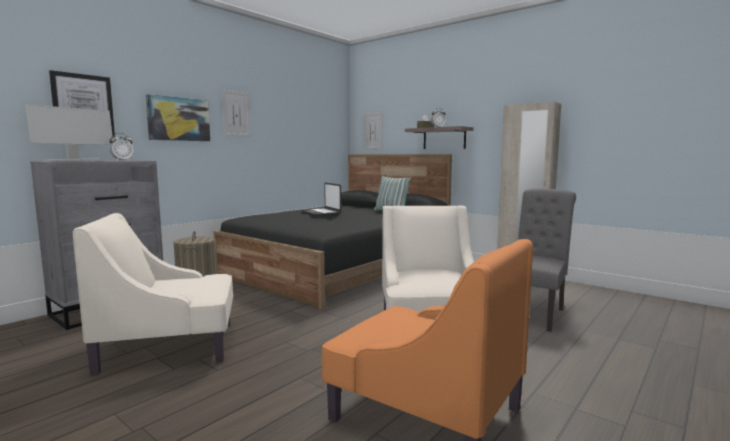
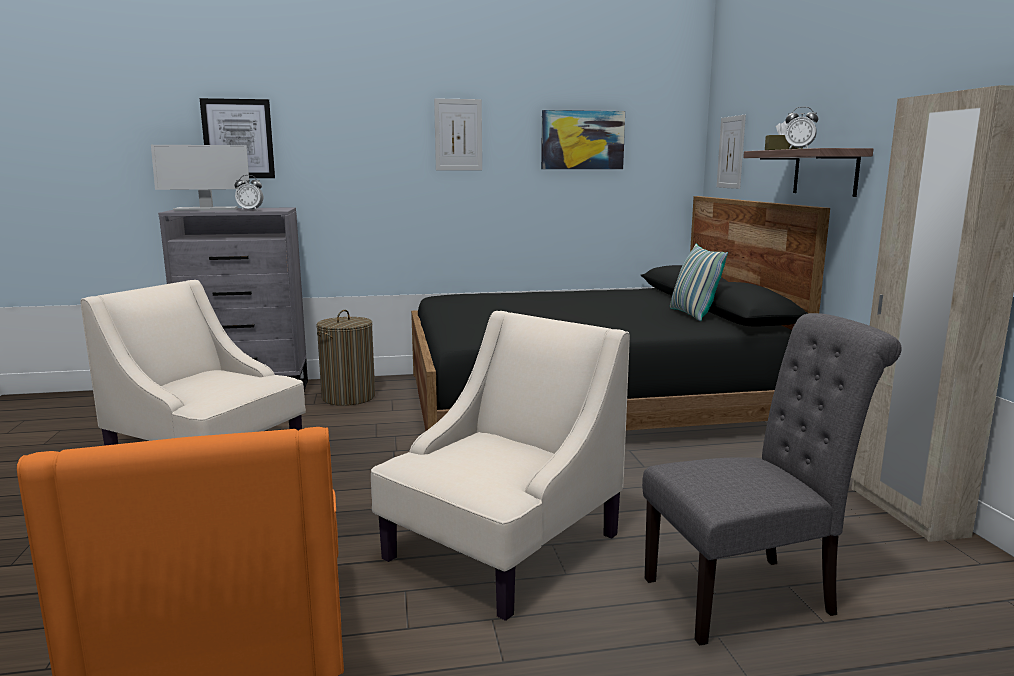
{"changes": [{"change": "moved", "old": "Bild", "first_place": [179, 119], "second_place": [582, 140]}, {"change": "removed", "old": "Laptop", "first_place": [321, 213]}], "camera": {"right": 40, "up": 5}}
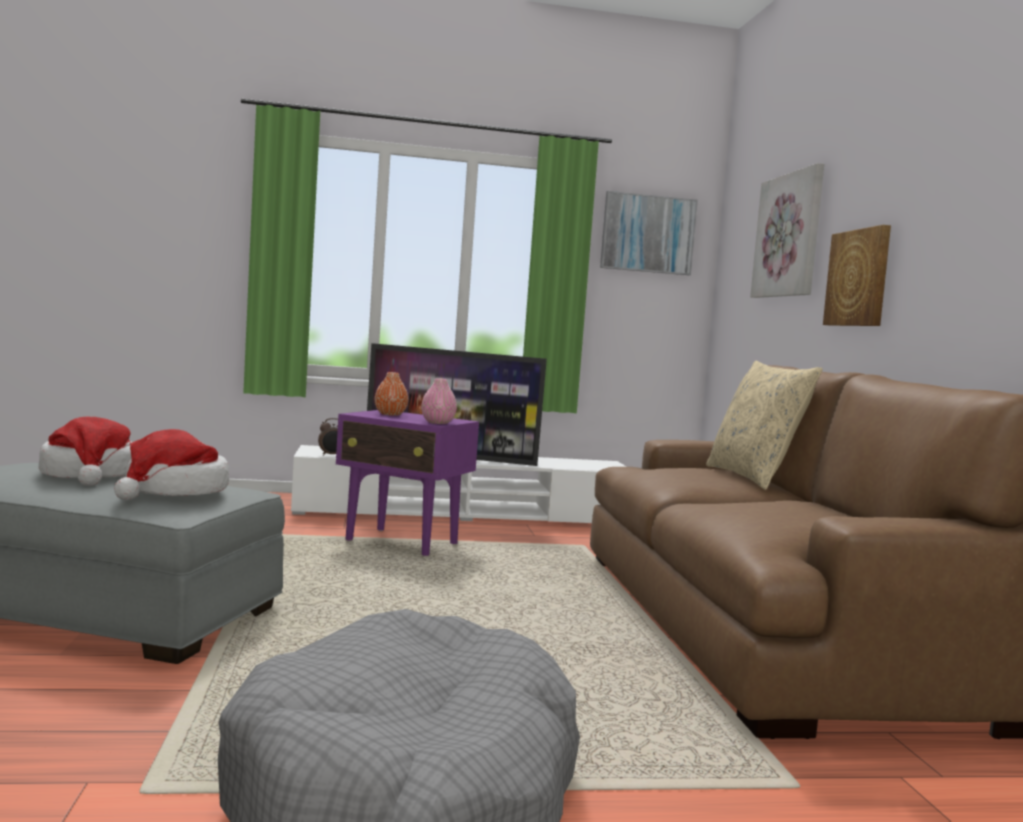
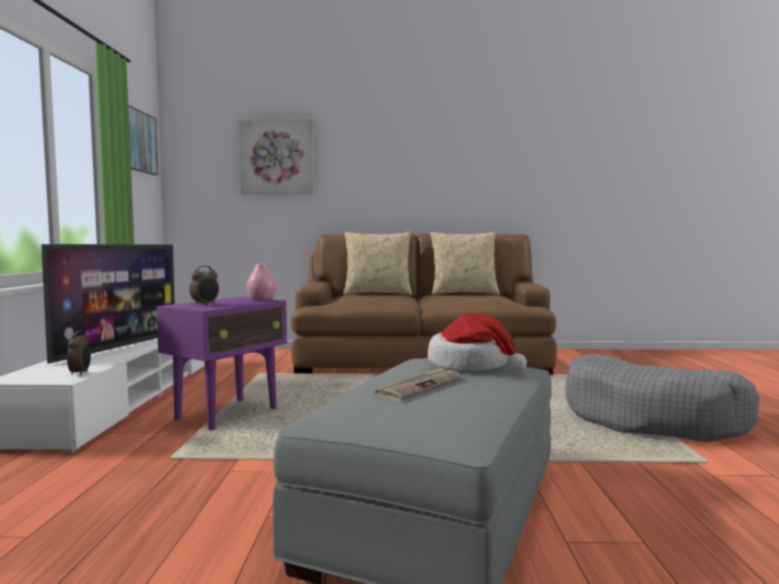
{"changes": [{"change": "removed", "old": "Bild", "first_place": [859, 278]}, {"change": "replaced", "old": "Vase/orange", "new": "Wecker", "first_place": [390, 414], "second_place": [205, 304]}, {"change": "replaced", "old": "Hut", "new": "Zeitung", "first_place": [90, 475], "second_place": [419, 387]}, {"change": "added", "new": "Kissen/beige", "second_place": [464, 293]}], "camera": {"right": -80, "up": 0}}
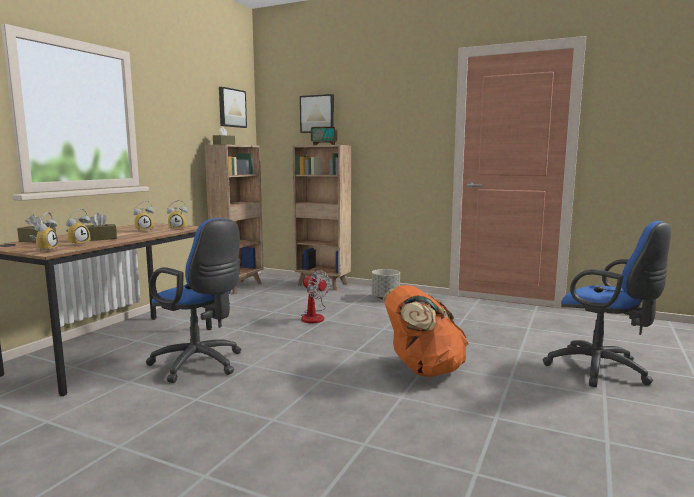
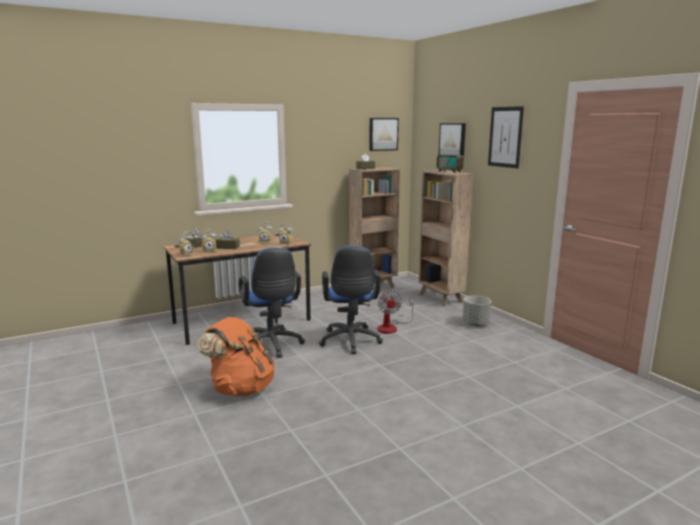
{"changes": [{"change": "moved", "old": "Bürostuhl/blau", "first_place": [602, 371], "second_place": [350, 342]}, {"change": "moved", "old": "Rucksack/orange", "first_place": [423, 370], "second_place": [240, 388]}, {"change": "added", "new": "Bild", "second_place": [505, 137]}], "camera": {"right": 35, "up": 5}}
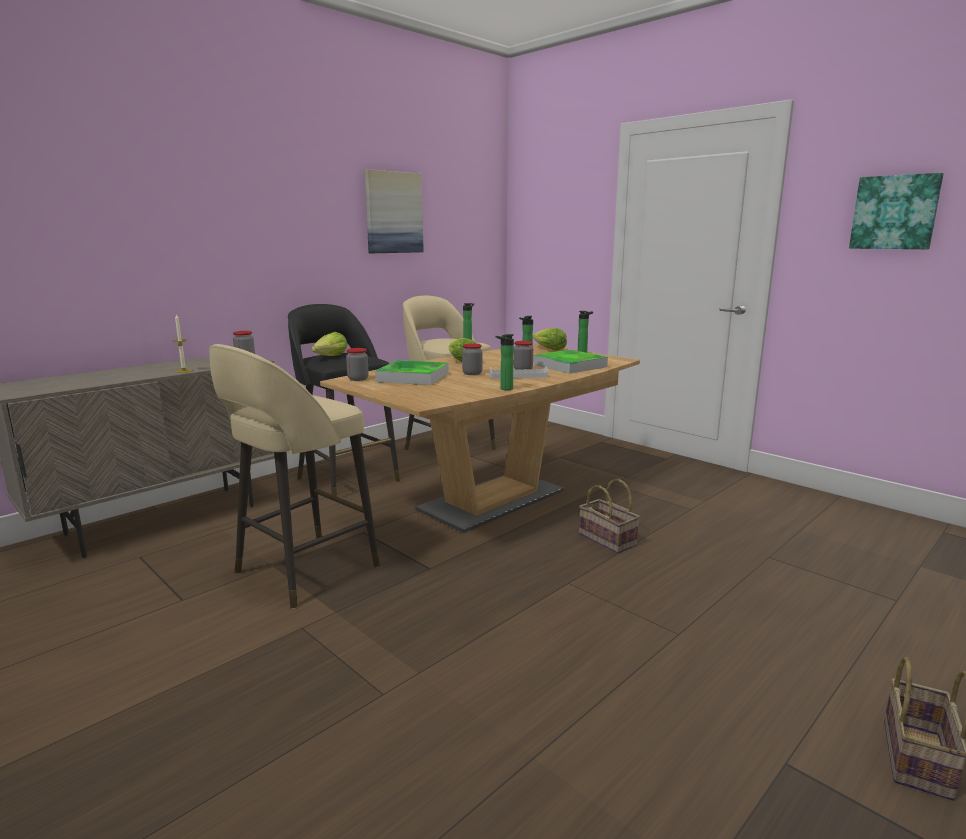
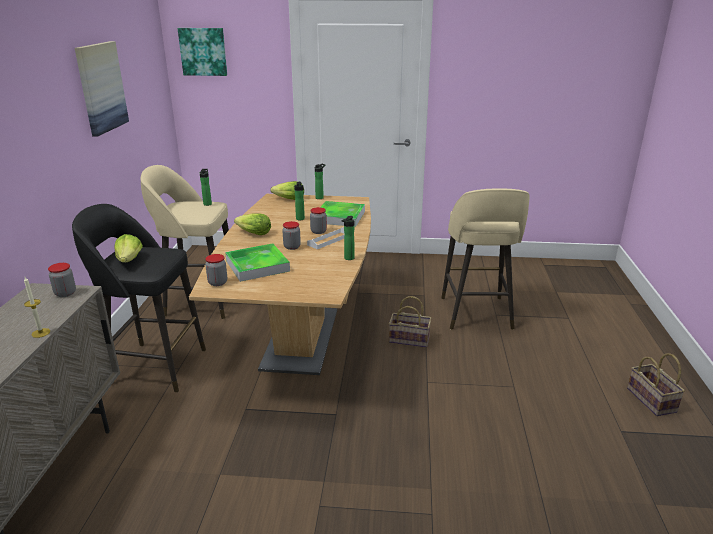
{"changes": [{"change": "moved", "old": "Bild", "first_place": [895, 212], "second_place": [203, 51]}, {"change": "moved", "old": "Hocker/beige", "first_place": [303, 571], "second_place": [476, 314]}], "camera": {"right": -40, "up": 10}}
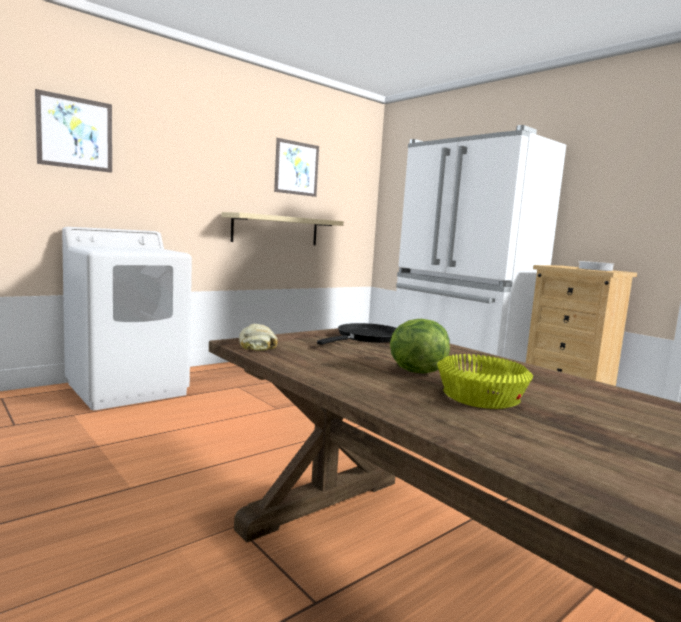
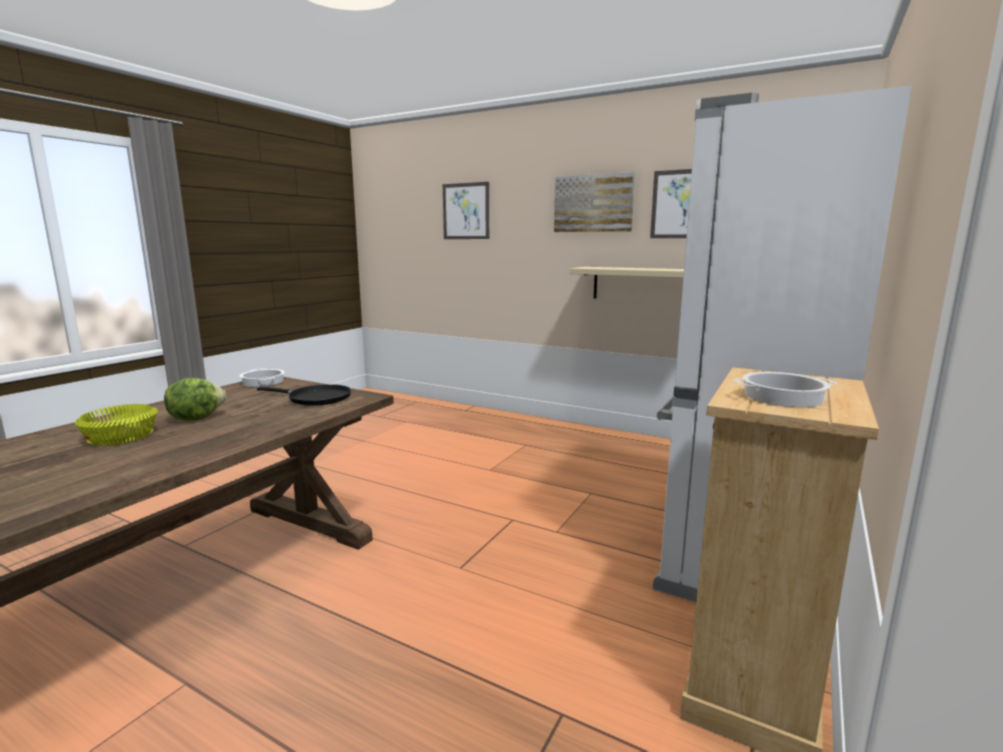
{"changes": [{"change": "removed", "old": "Waschmaschine/weiß", "first_place": [128, 389]}, {"change": "replaced", "old": "Brot", "new": "Kochtopf", "first_place": [257, 344], "second_place": [263, 382]}, {"change": "added", "new": "Bild", "second_place": [593, 203]}], "camera": {"right": 70, "up": 5}}
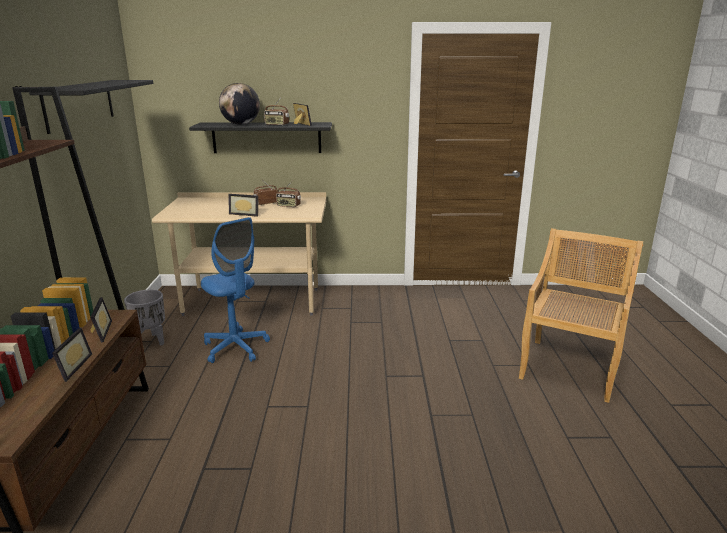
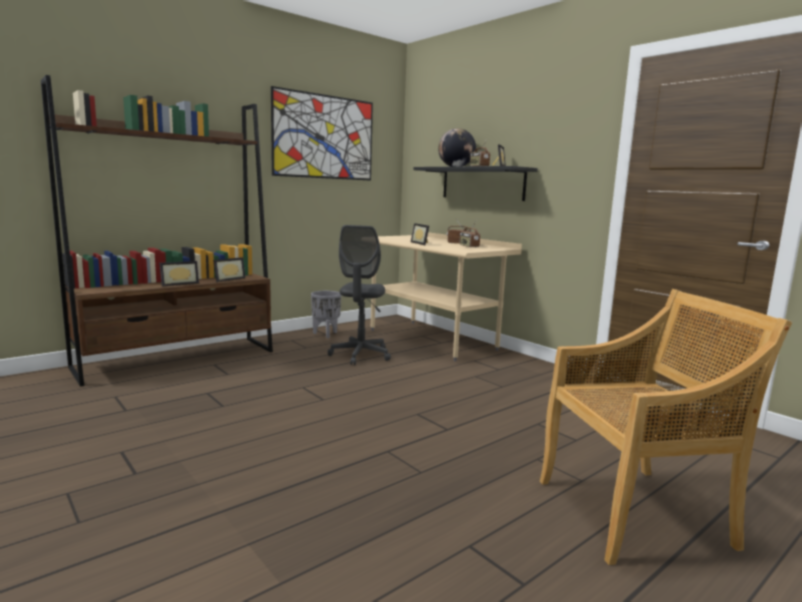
{"changes": [{"change": "replaced", "old": "Wandregal/schwarz", "new": "Bild", "first_place": [80, 104], "second_place": [324, 137]}, {"change": "recoloured", "old": "Bürostuhl/blau", "new": "Bürostuhl/grau", "first_place": [236, 347], "second_place": [360, 355]}], "camera": {"right": 50, "up": -10}}
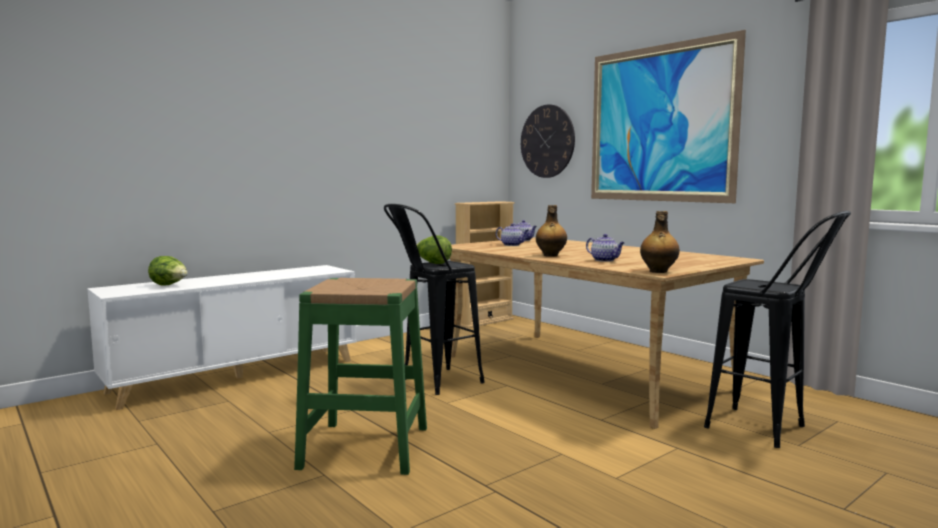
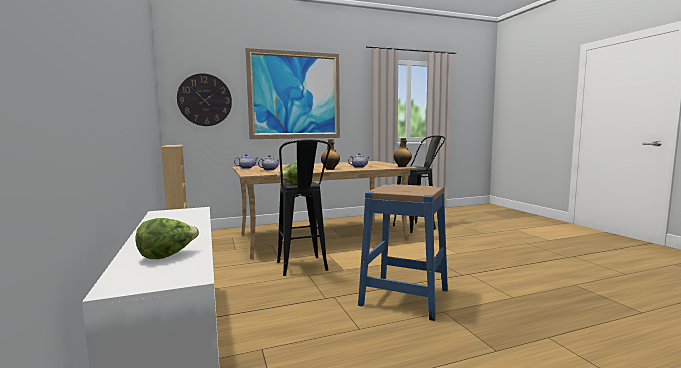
{"changes": [{"change": "recoloured", "old": "Hocker/grün", "new": "Hocker/blau", "first_place": [366, 447], "second_place": [404, 297]}], "camera": {"right": -70, "up": 0}}
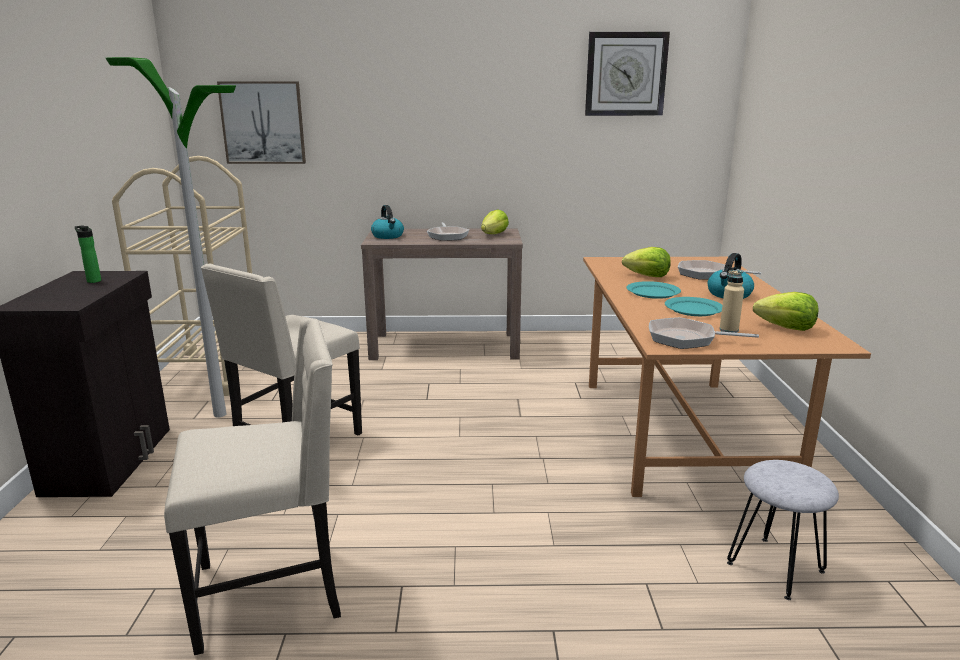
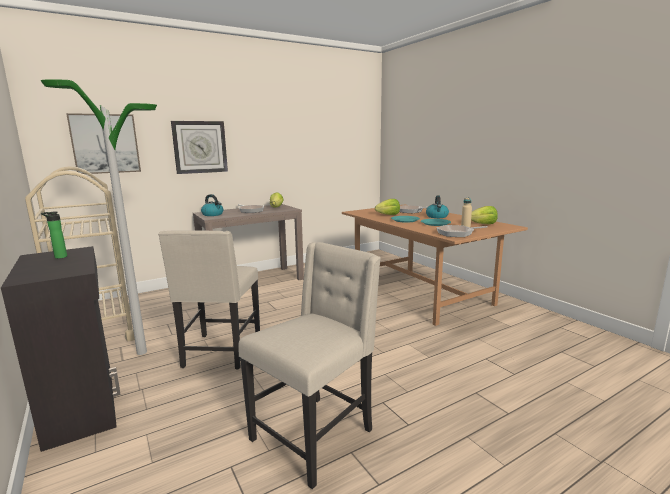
{"changes": [{"change": "moved", "old": "Wanduhr", "first_place": [626, 74], "second_place": [200, 147]}, {"change": "removed", "old": "Hocker/grau", "first_place": [775, 567]}], "camera": {"right": -30, "up": -5}}
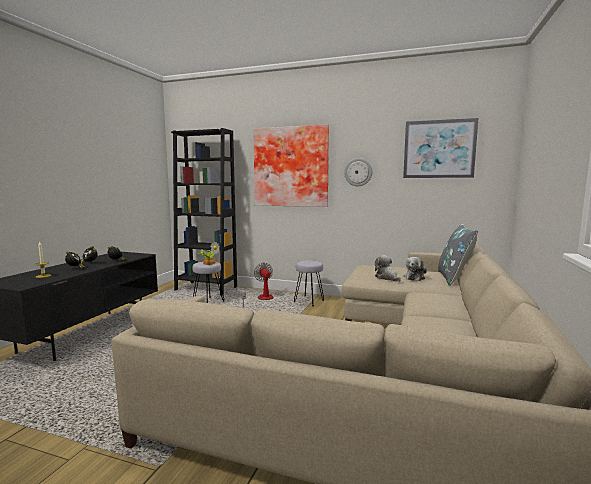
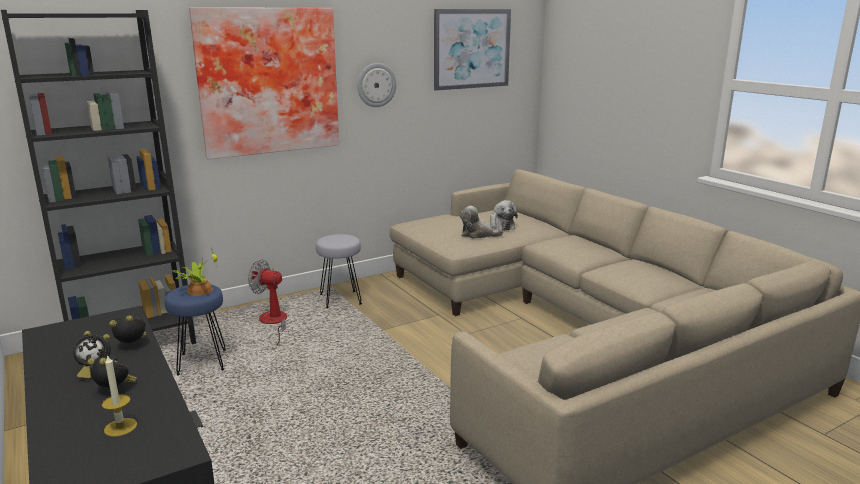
{"changes": [{"change": "removed", "old": "Kissen/grau", "first_place": [454, 278]}, {"change": "recoloured", "old": "Hocker/grau", "new": "Hocker/blau", "first_place": [208, 302], "second_place": [202, 363]}], "camera": {"right": -50, "up": 10}}
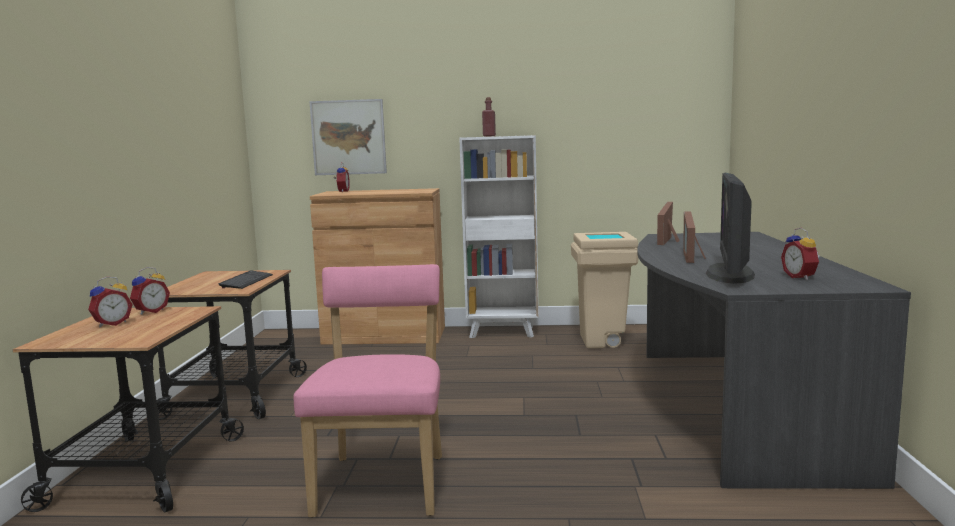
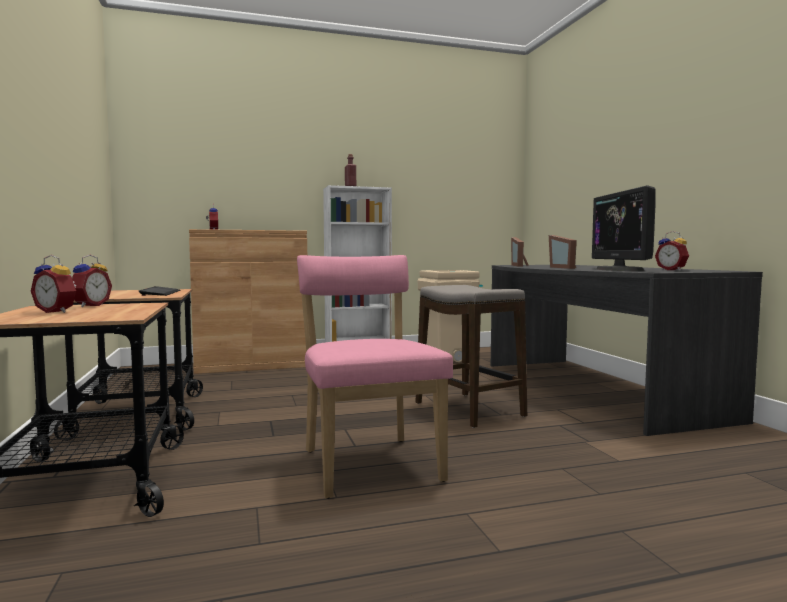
{"changes": [{"change": "removed", "old": "Bild", "first_place": [348, 137]}, {"change": "turned", "old": "Wecker", "first_place": [111, 324], "second_place": [57, 311], "degrees": 90}, {"change": "added", "new": "Hocker", "second_place": [468, 410]}], "camera": {"right": -20, "up": -5}}
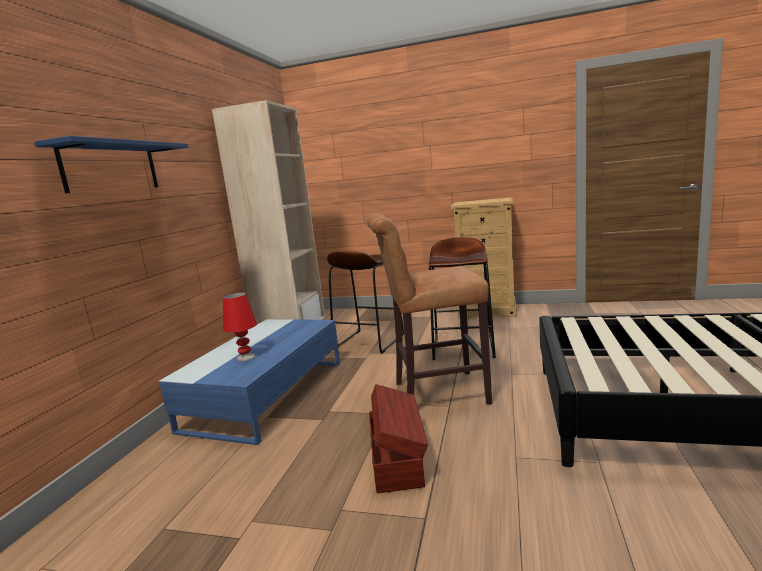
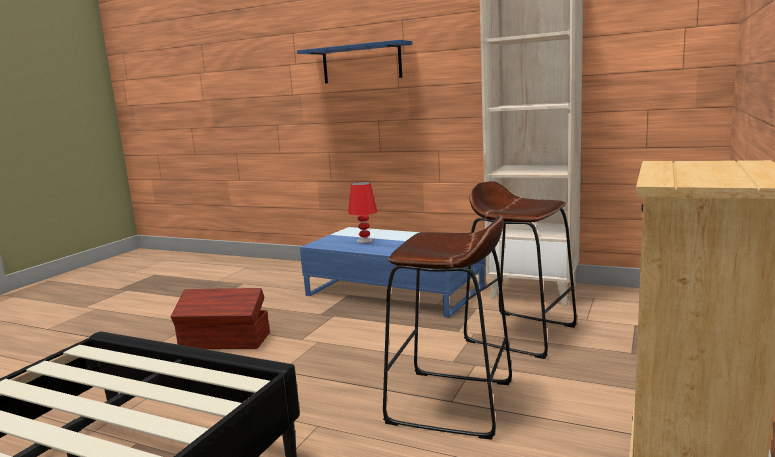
{"changes": [{"change": "removed", "old": "Hocker/braun", "first_place": [434, 394]}], "camera": {"right": 100, "up": 0}}
